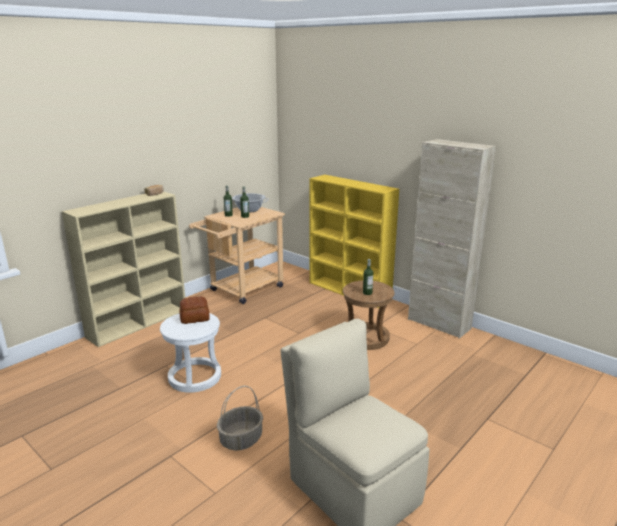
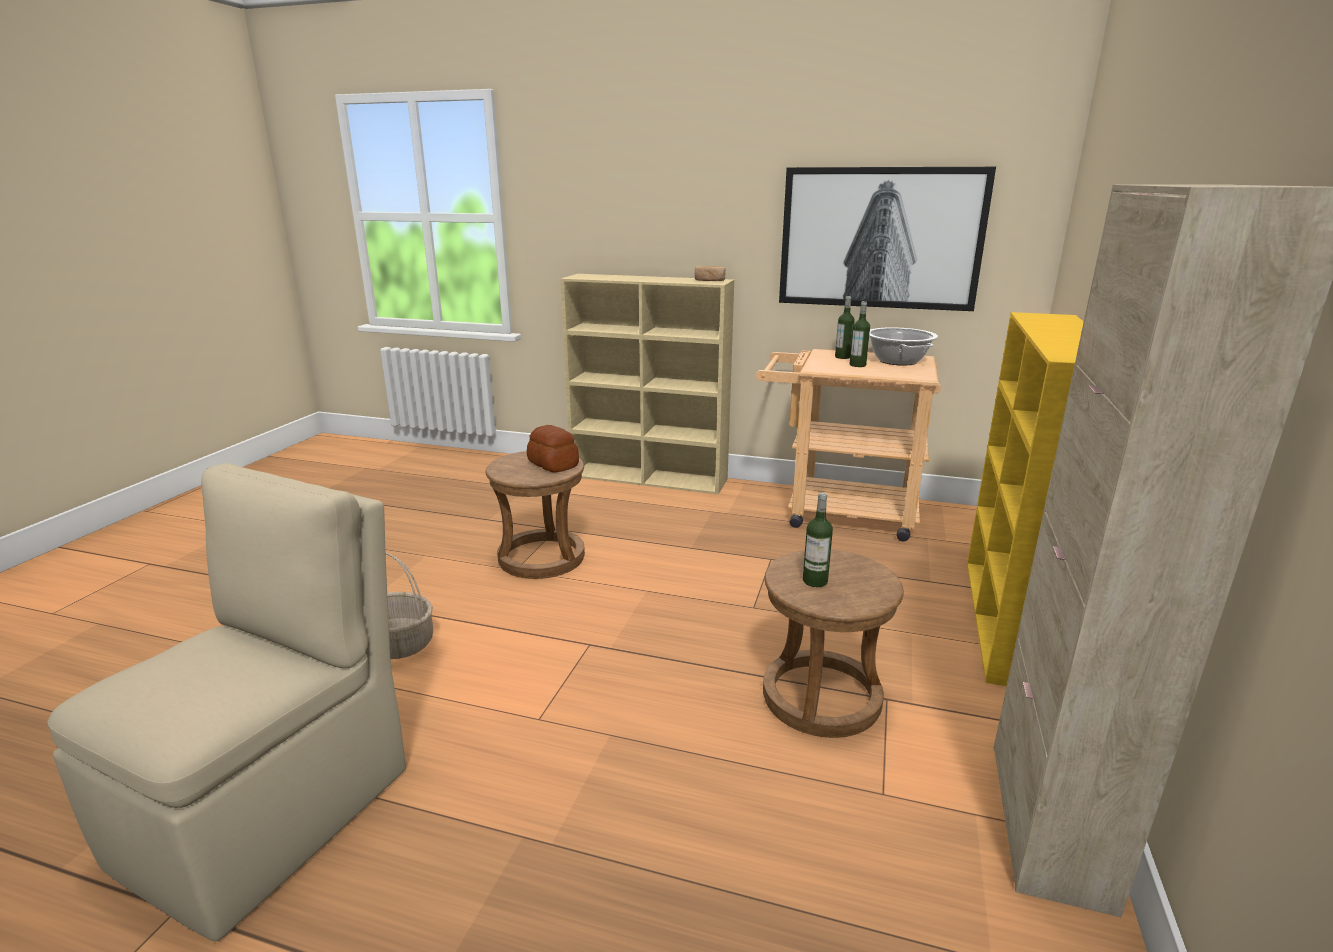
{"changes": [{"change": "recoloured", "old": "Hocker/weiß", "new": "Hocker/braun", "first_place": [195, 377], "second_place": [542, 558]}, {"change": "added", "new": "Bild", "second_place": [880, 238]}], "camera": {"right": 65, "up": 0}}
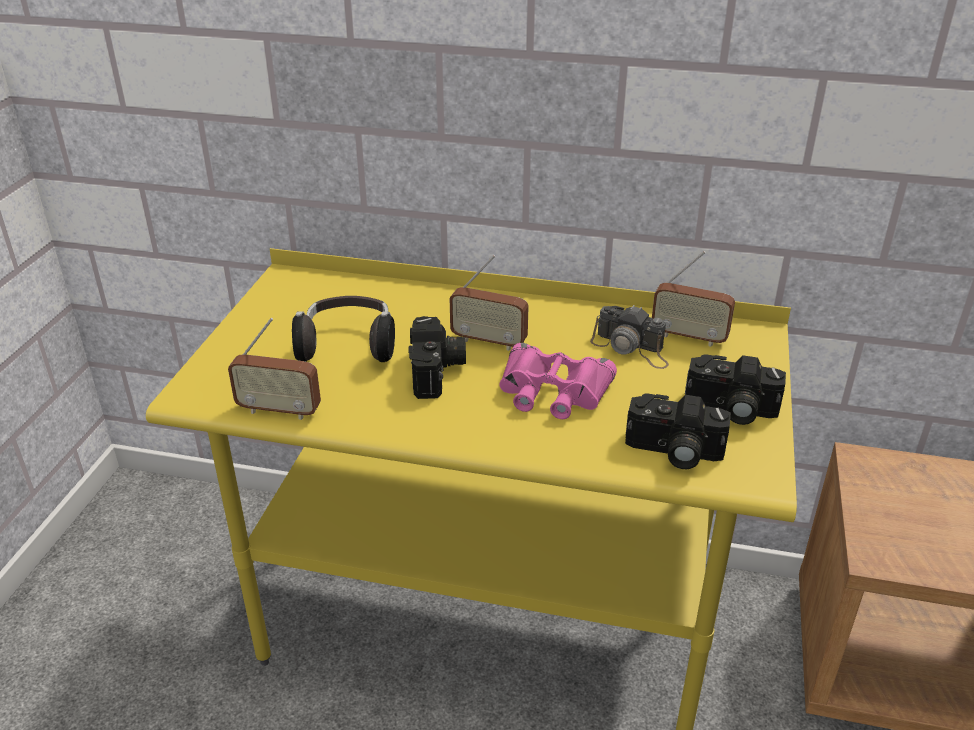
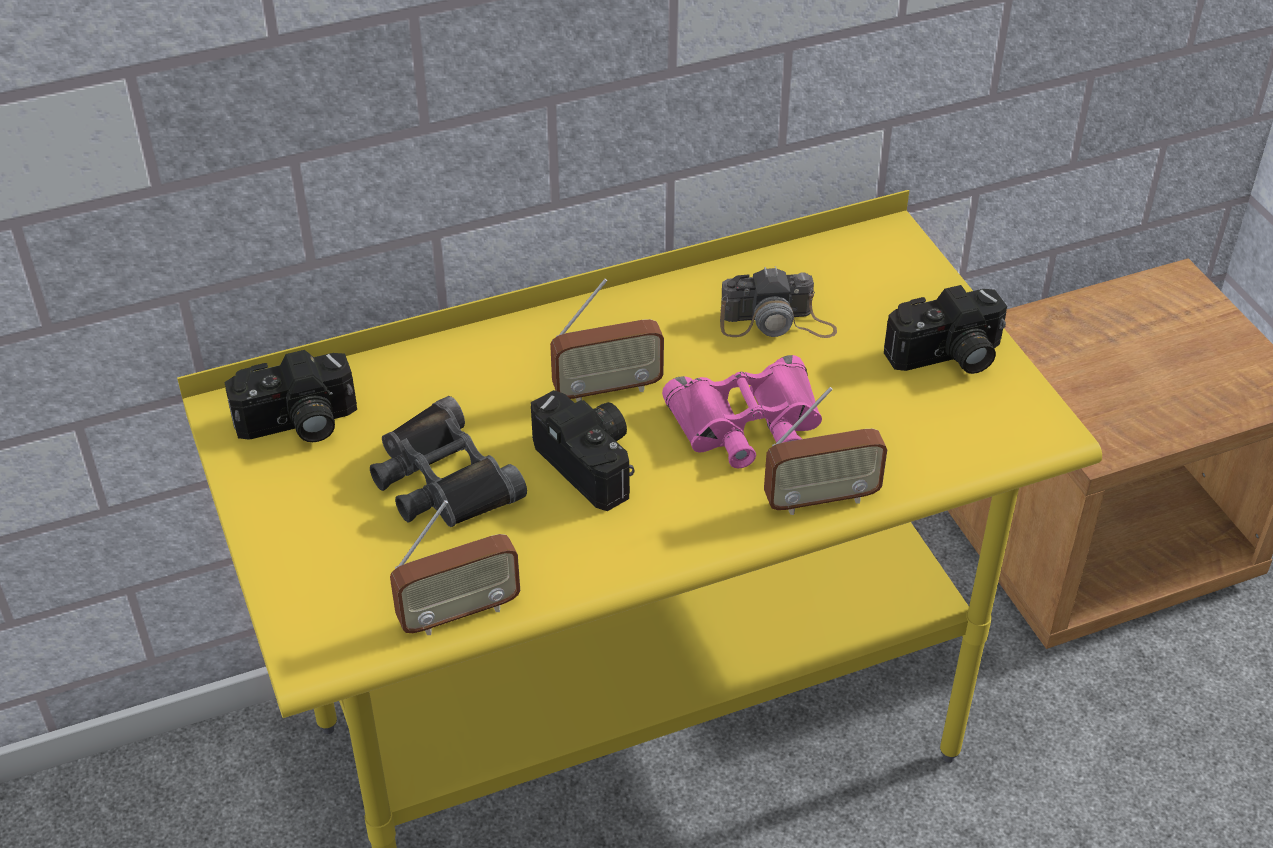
{"changes": [{"change": "moved", "old": "Radio", "first_place": [689, 337], "second_place": [821, 499]}, {"change": "replaced", "old": "Kopfhörer", "new": "Fernglas/schwarz", "first_place": [348, 346], "second_place": [441, 479]}, {"change": "moved", "old": "Kamera", "first_place": [673, 452], "second_place": [298, 424]}], "camera": {"right": -35, "up": 10}}
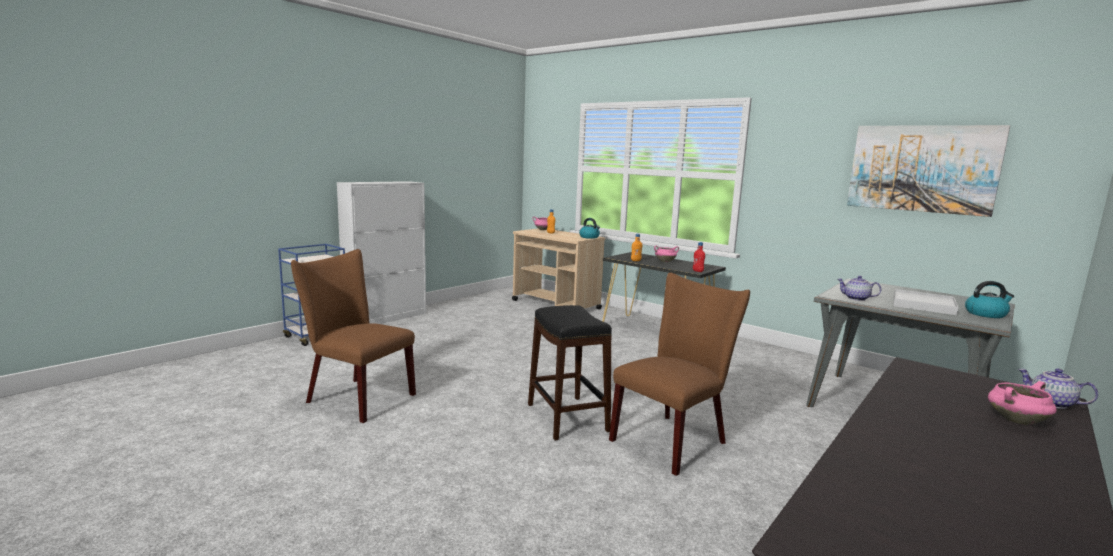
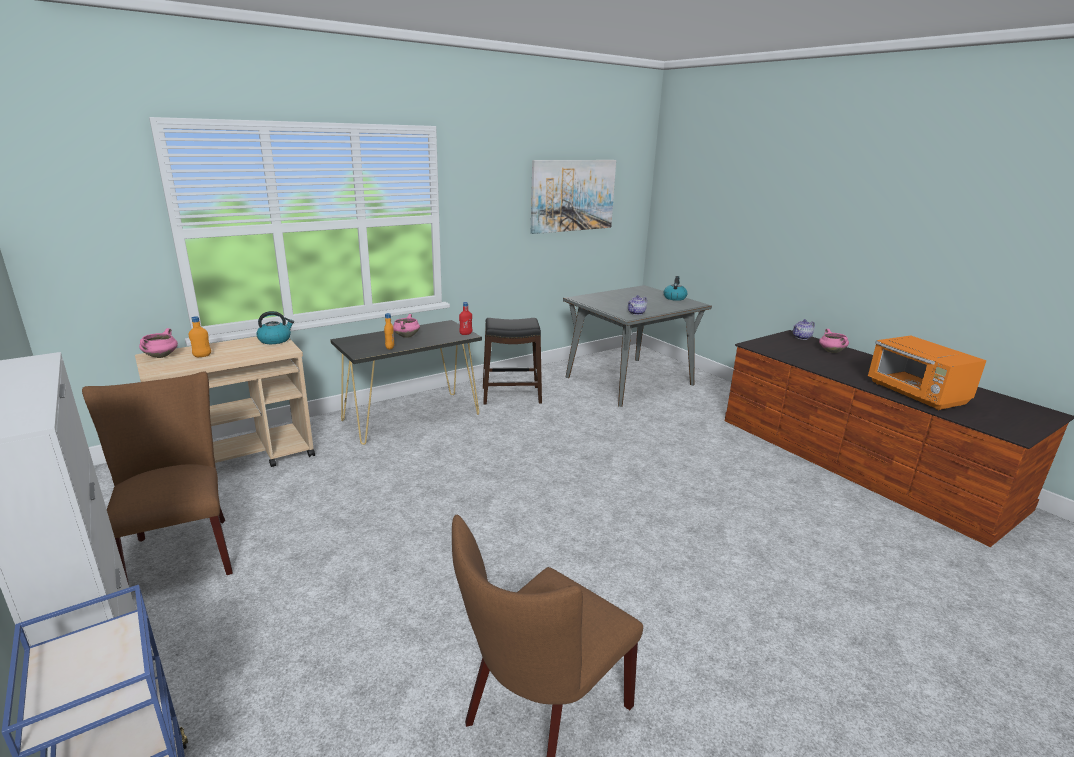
{"changes": [{"change": "moved", "old": "Stuhl/braun", "first_place": [673, 439], "second_place": [181, 551]}, {"change": "removed", "old": "Tablett/weiß", "first_place": [923, 305]}, {"change": "moved", "old": "Hocker/schwarz", "first_place": [567, 417], "second_place": [511, 395]}, {"change": "added", "new": "Mikrowelle/orange", "second_place": [916, 394]}], "camera": {"right": -75, "up": 10}}
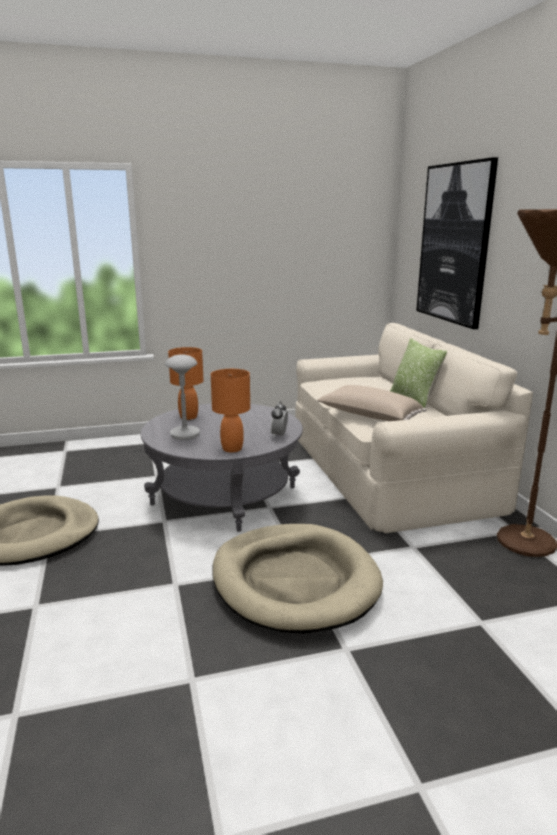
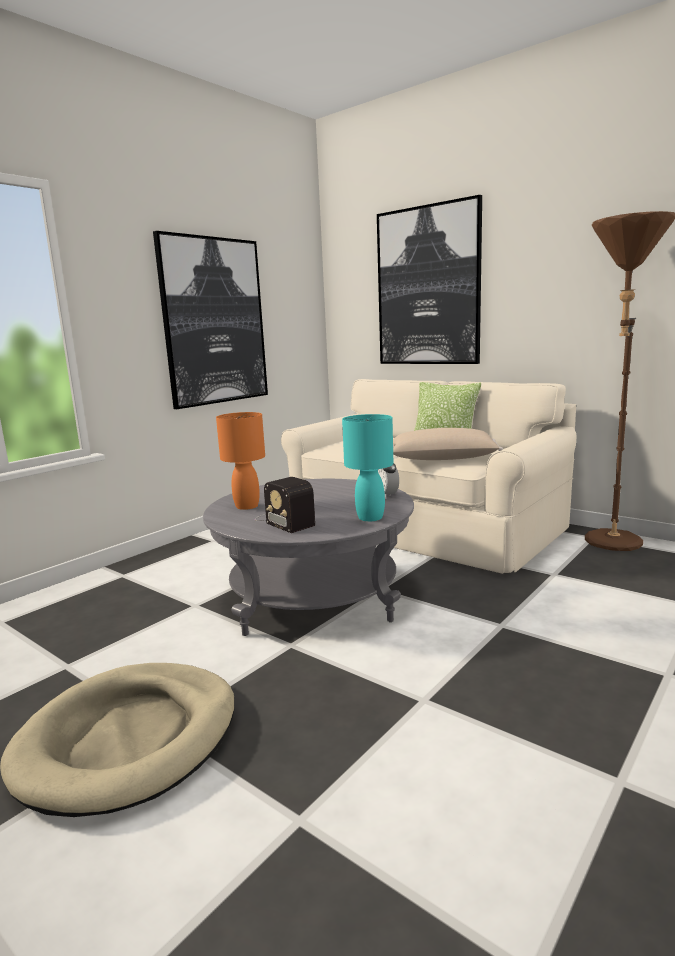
{"changes": [{"change": "replaced", "old": "Tischlampe/grau", "new": "Radio", "first_place": [185, 434], "second_place": [284, 520]}, {"change": "recoloured", "old": "Tischlampe/orange", "new": "Tischlampe/türkis", "first_place": [232, 449], "second_place": [370, 517]}, {"change": "removed", "old": "Hundebett/beige", "first_place": [294, 581]}, {"change": "added", "new": "Bild", "second_place": [214, 322]}], "camera": {"right": -35, "up": -5}}
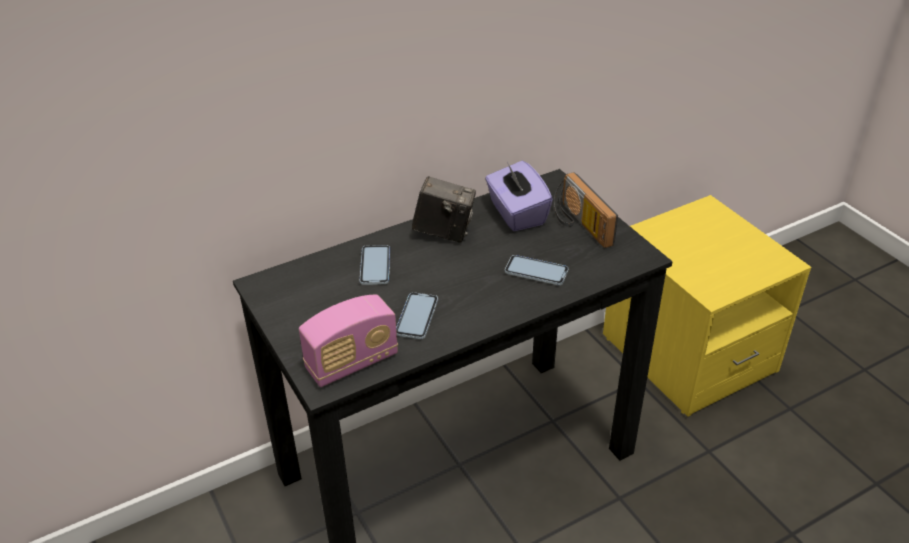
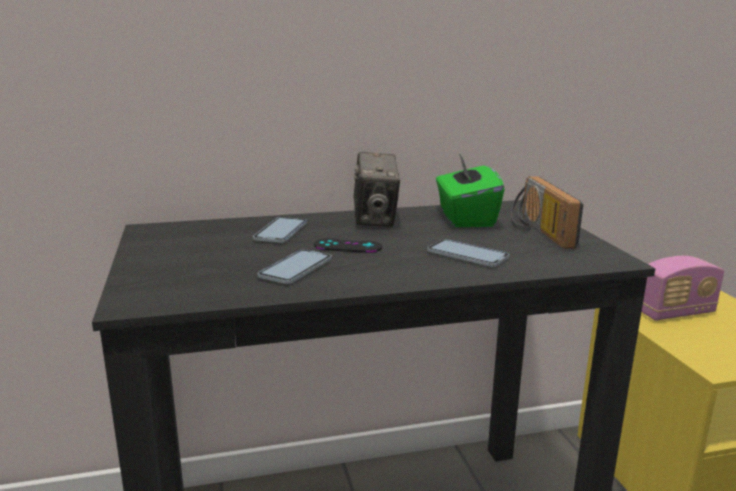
{"changes": [{"change": "recoloured", "old": "Taschentuchbox/lila", "new": "Taschentuchbox/grün", "first_place": [516, 213], "second_place": [465, 218]}, {"change": "turned", "old": "Kamera", "first_place": [444, 232], "second_place": [375, 220], "degrees": 60}, {"change": "moved", "old": "Radio", "first_place": [352, 362], "second_place": [675, 313]}, {"change": "added", "new": "Gamepad/schwarz", "second_place": [347, 246]}], "camera": {"right": 15, "up": -20}}
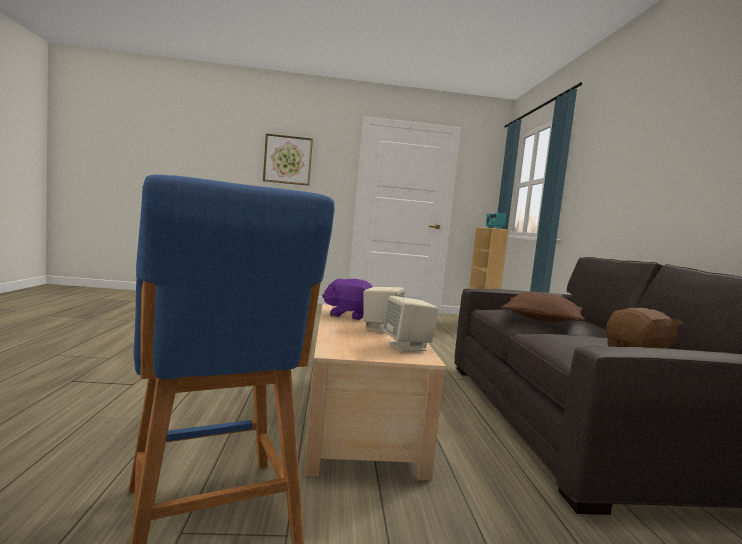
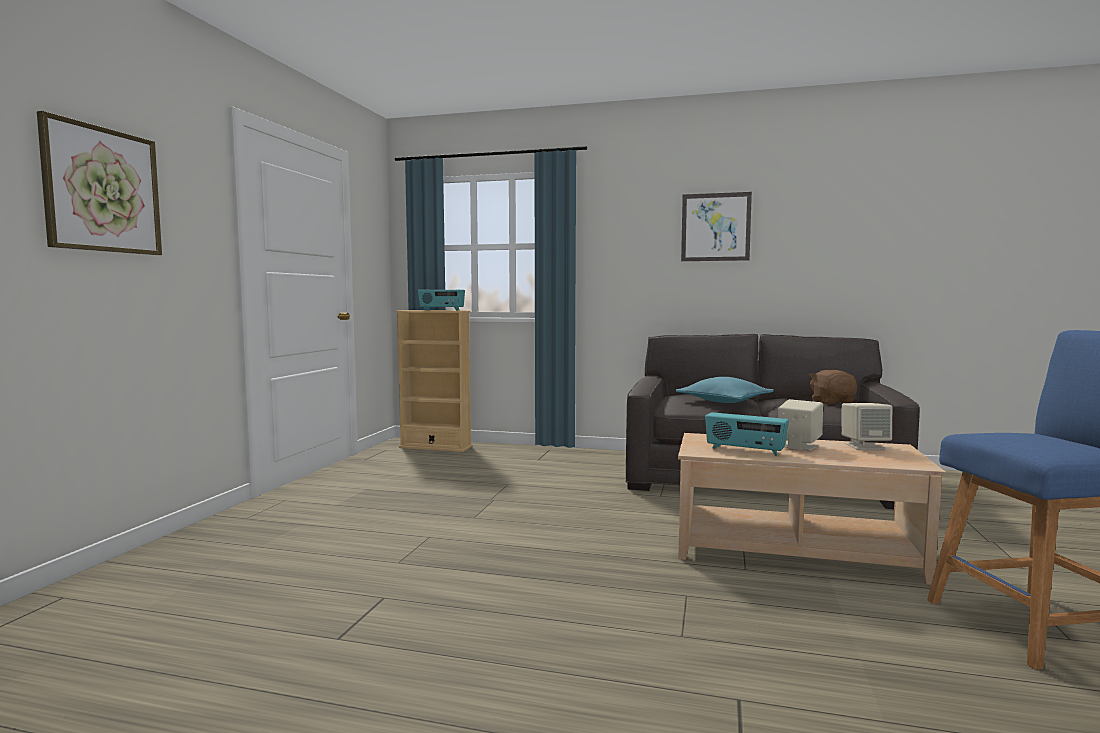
{"changes": [{"change": "replaced", "old": "Plüschtier/lila", "new": "Radio", "first_place": [349, 315], "second_place": [745, 450]}, {"change": "recoloured", "old": "Kissen/braun", "new": "Kissen/türkis", "first_place": [542, 319], "second_place": [724, 401]}, {"change": "added", "new": "Bild", "second_place": [715, 227]}], "camera": {"right": -70, "up": 0}}
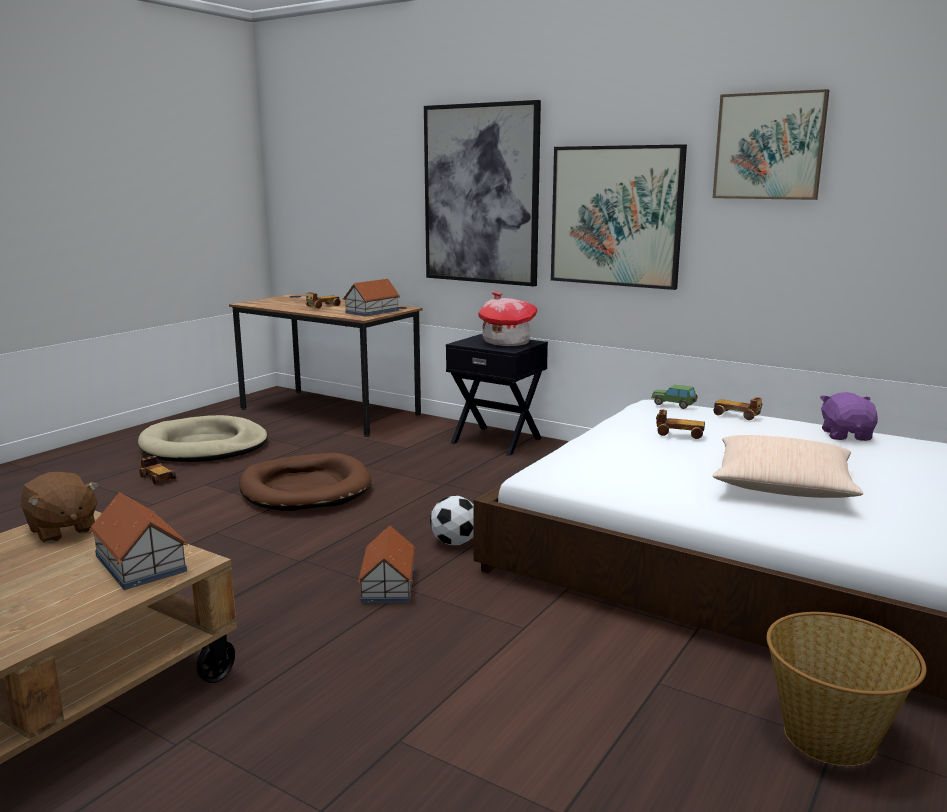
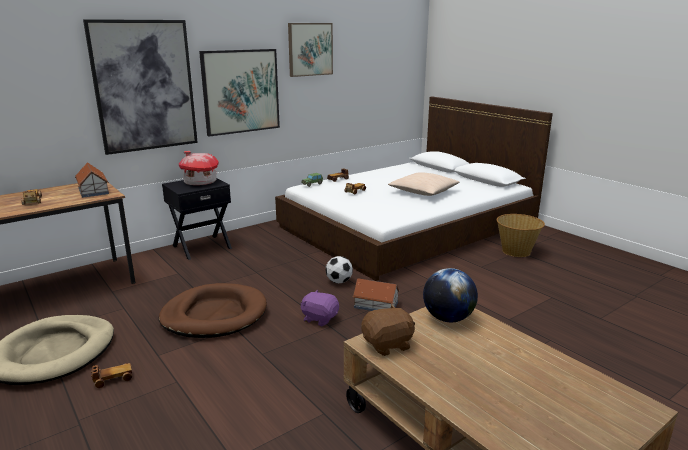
{"changes": [{"change": "moved", "old": "Plüschtier/lila", "first_place": [846, 435], "second_place": [319, 318]}, {"change": "replaced", "old": "Spielzeughaus", "new": "Globus", "first_place": [141, 562], "second_place": [448, 318]}], "camera": {"right": -70, "up": 5}}
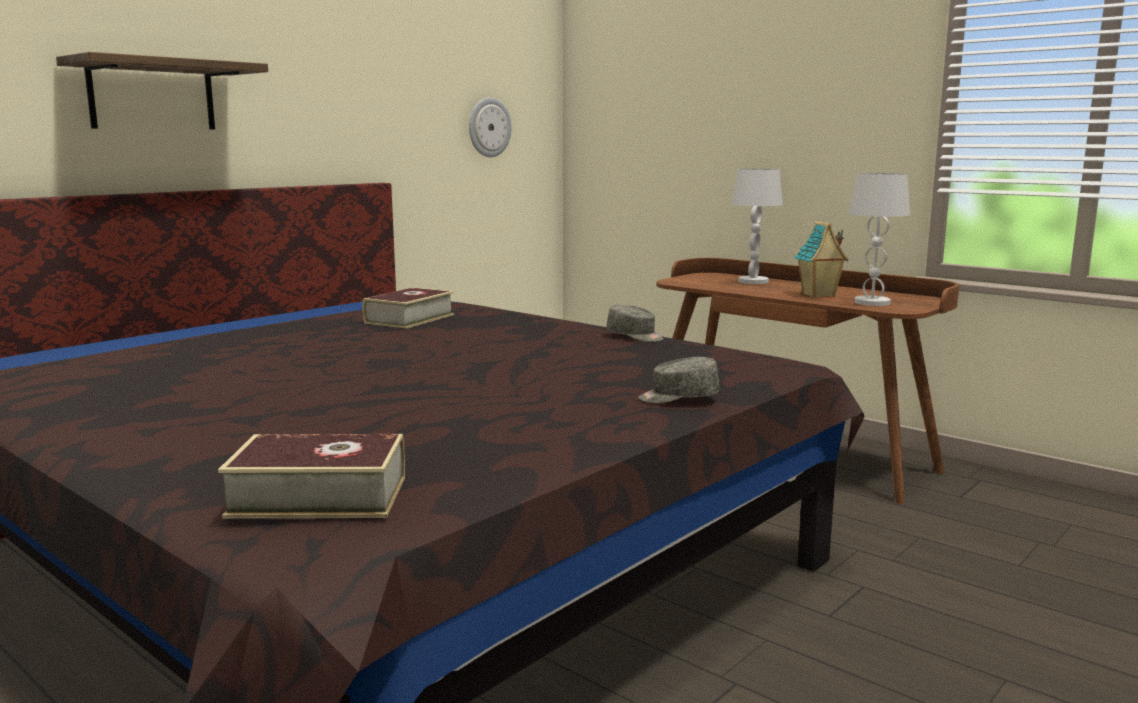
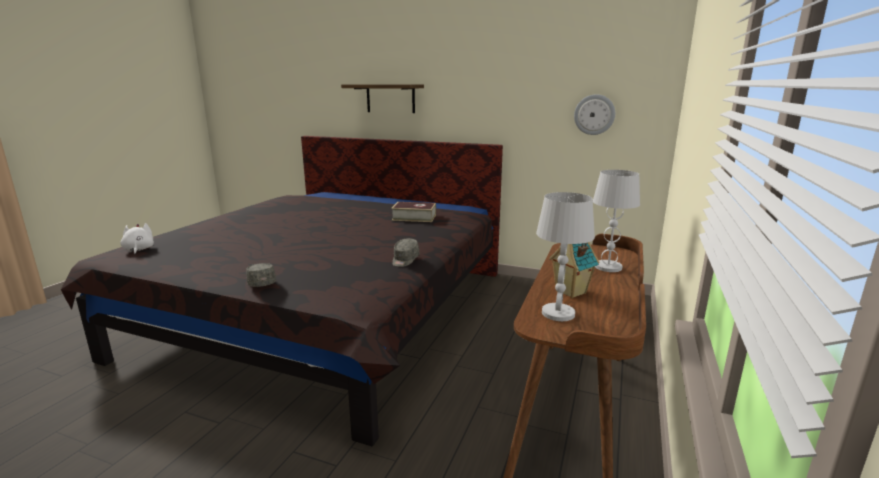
{"changes": [{"change": "replaced", "old": "Buch", "new": "Plüschtier/weiß", "first_place": [319, 496], "second_place": [138, 249]}], "camera": {"right": 70, "up": 5}}
